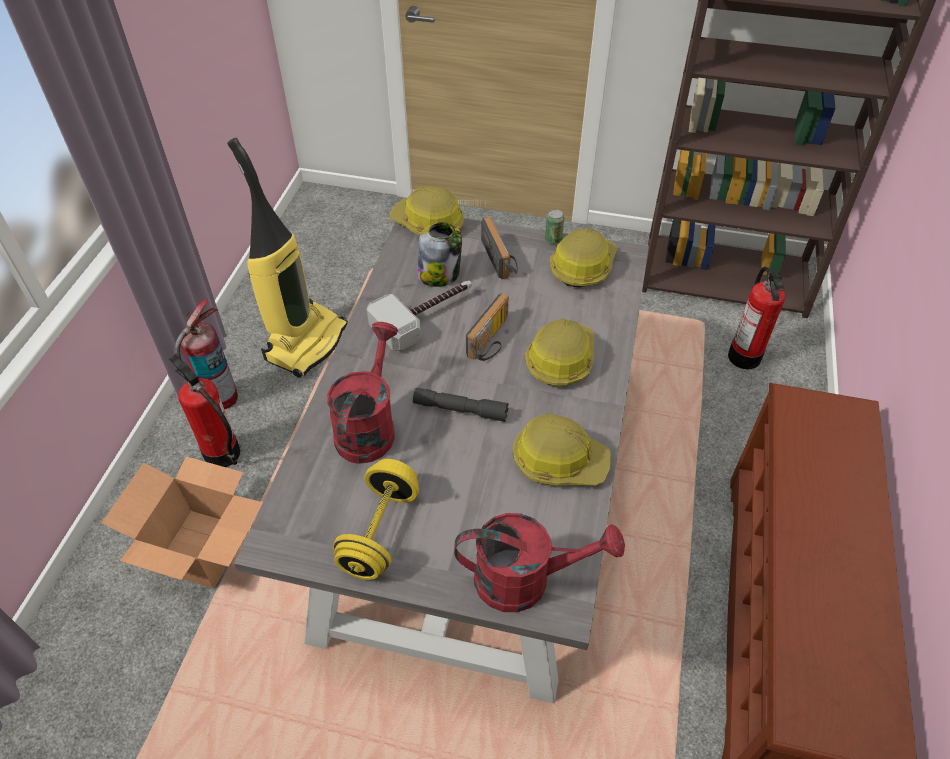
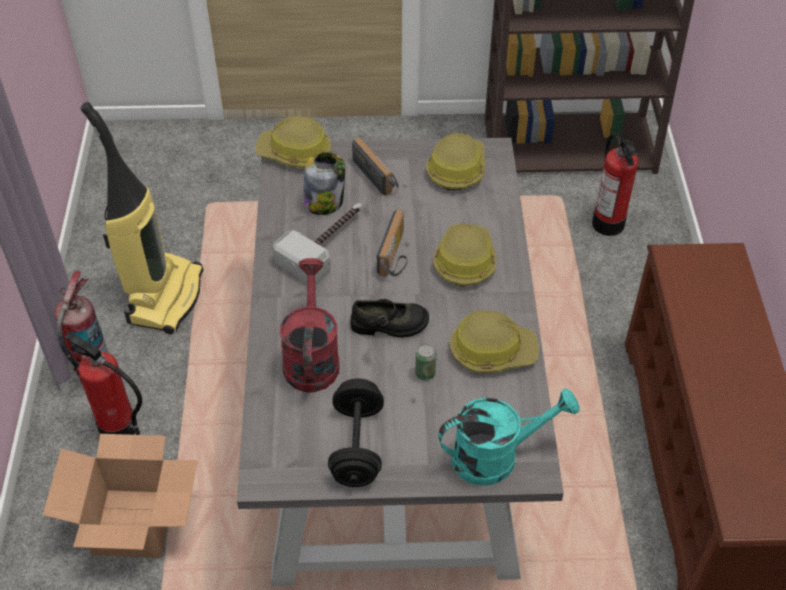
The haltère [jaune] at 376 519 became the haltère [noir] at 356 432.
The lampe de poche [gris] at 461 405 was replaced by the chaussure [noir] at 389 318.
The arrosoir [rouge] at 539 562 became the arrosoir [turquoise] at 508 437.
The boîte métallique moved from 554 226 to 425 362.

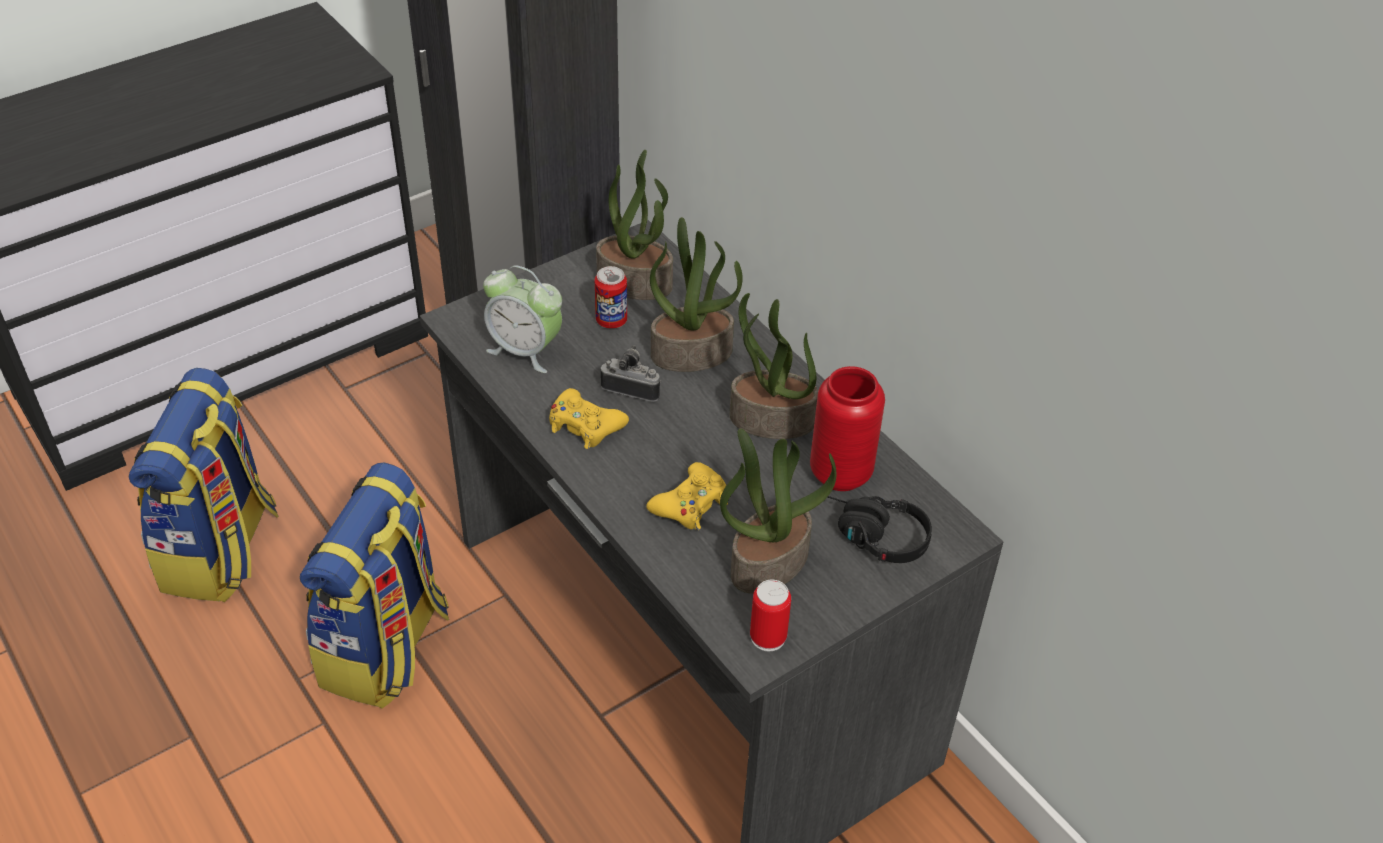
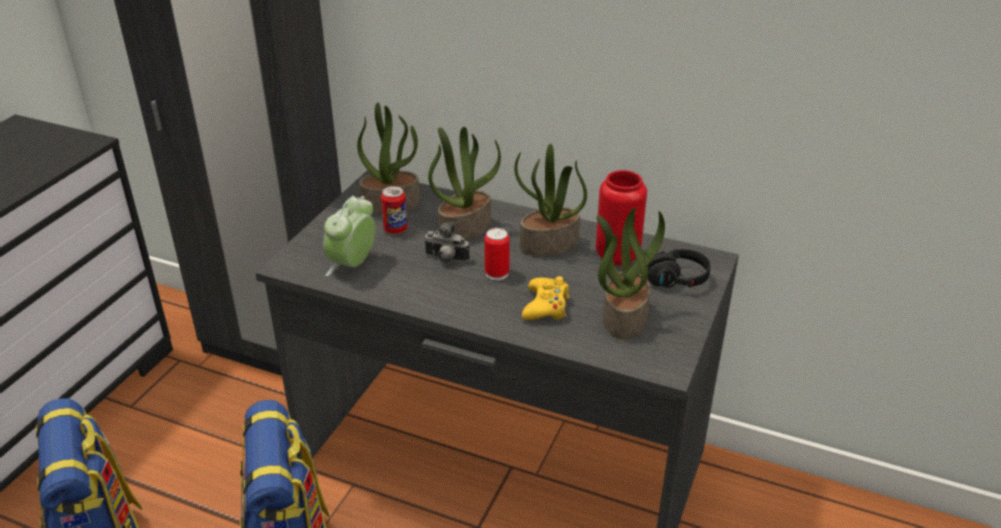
The réveil at 522 319 turned 120 degrees clockwise.
The manette [jaune] at 589 418 disappeared.
The appareil photo at 631 373 turned 150 degrees counterclockwise.
The boîte métallique moved from 770 615 to 497 254.

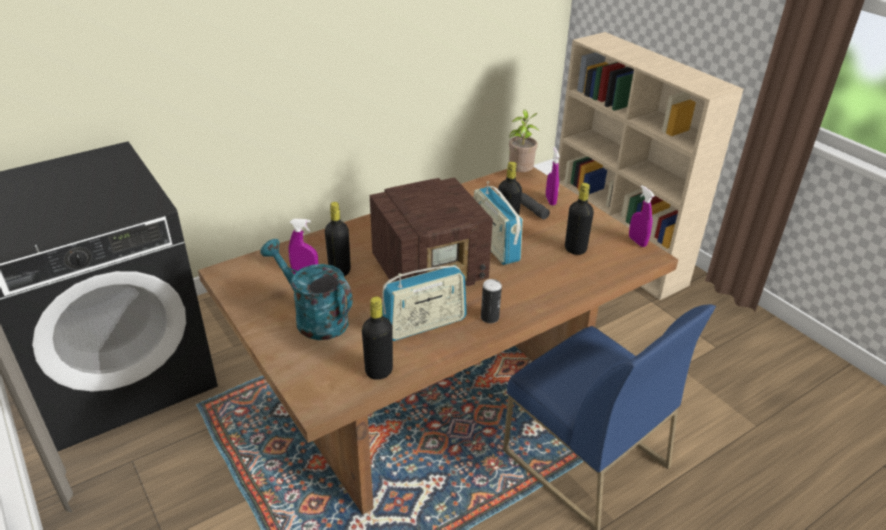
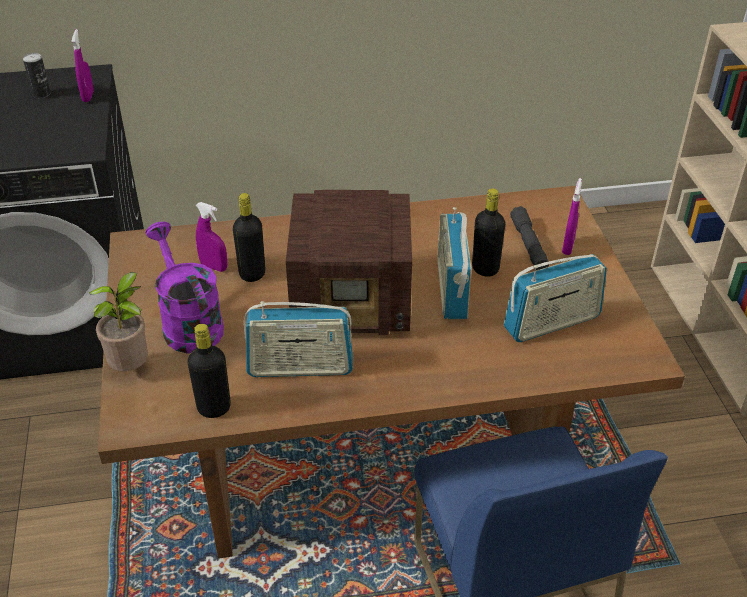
The arrosoir [turquoise] at 306 289 became the arrosoir [violet] at 184 287.
The boîte métallique moved from 491 301 to 37 75.
The plante en pot moved from 524 140 to 118 321.
The bouteille [noir] at 579 219 was replaced by the radio at 555 298.
The vaporisateur [violet] moved from 642 216 to 82 65.

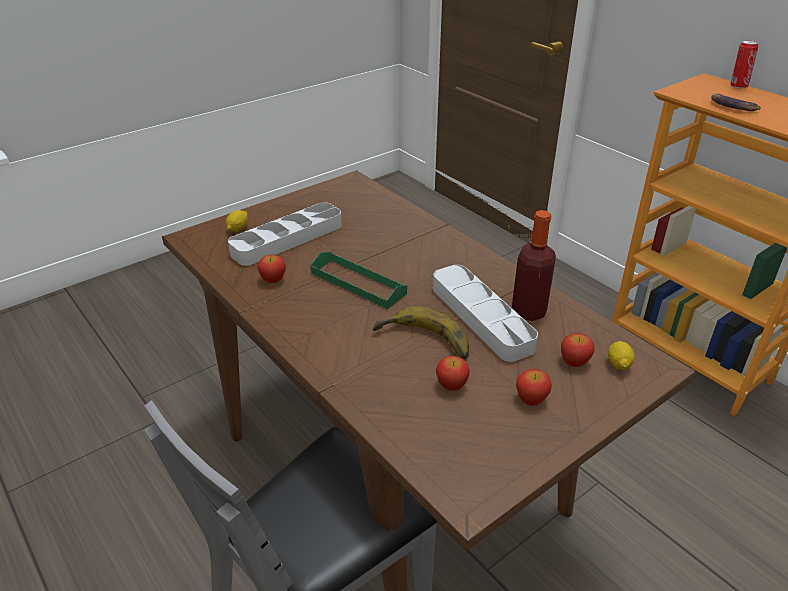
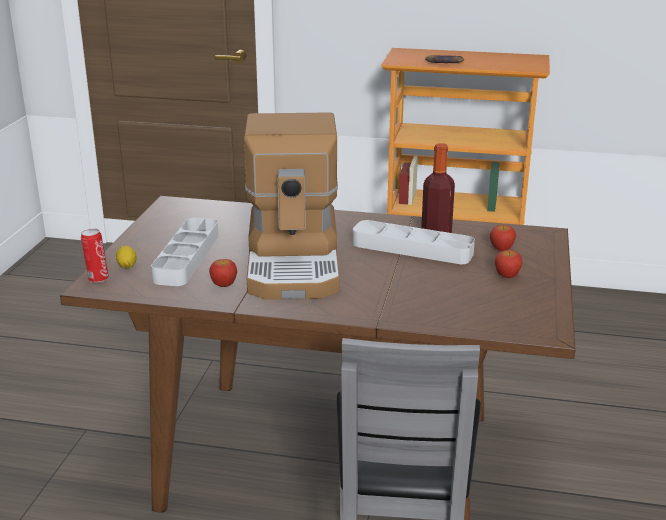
The plateau [vert] at 359 280 was replaced by the machine à café at 292 206.
The banane at 420 332 disappeared.
The pomme at 453 373 disappeared.
The citron at 621 355 disappeared.
The boîte métallique moved from 744 64 to 95 256.

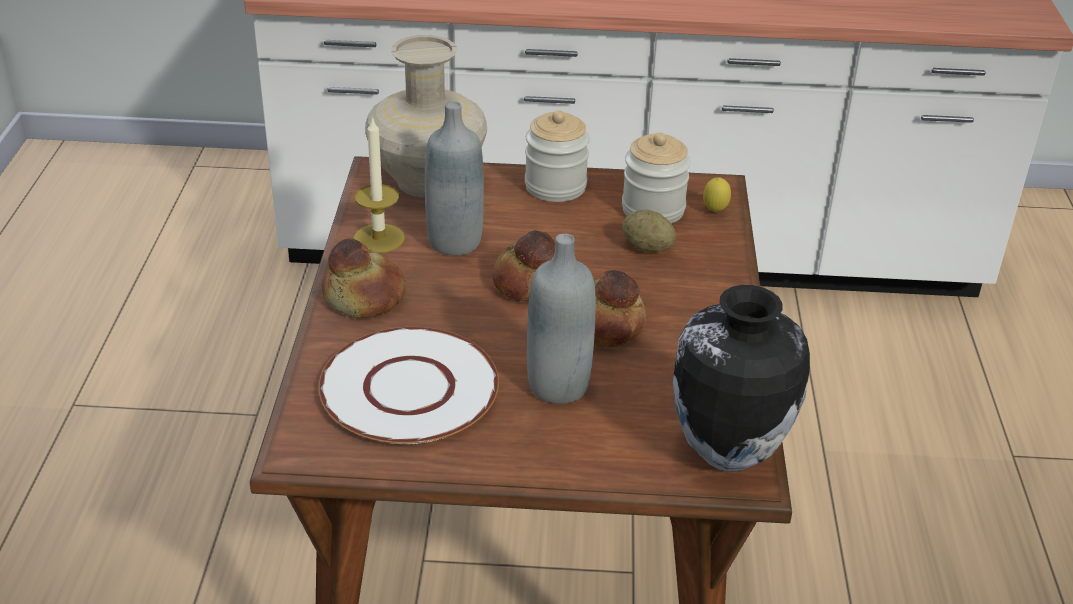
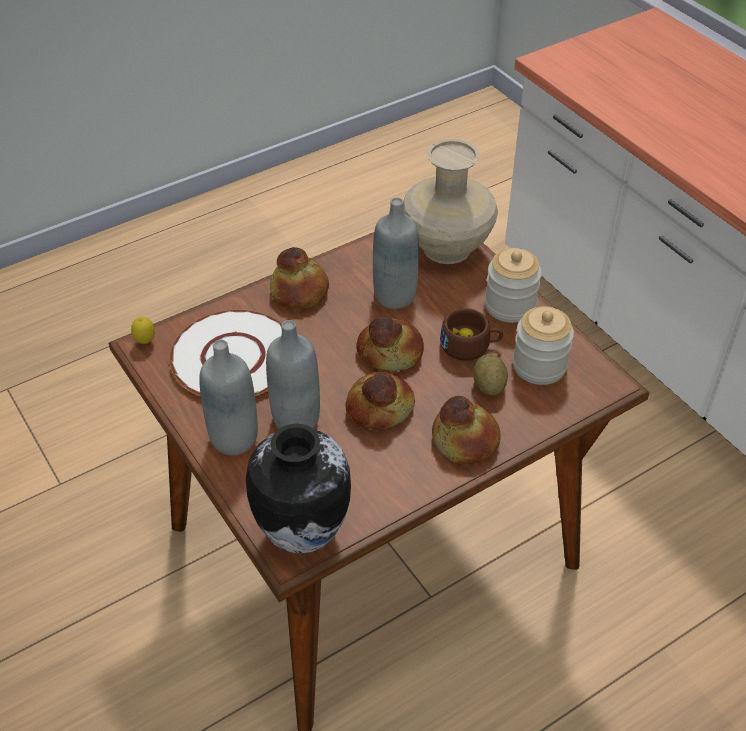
The bougie at 379 184 disappeared.
The citron moved from 717 194 to 143 330.
The bouteille [gris] at 228 397 appeared.
The pain at 466 430 appeared.
The tasse [marron] at 471 334 appeared.

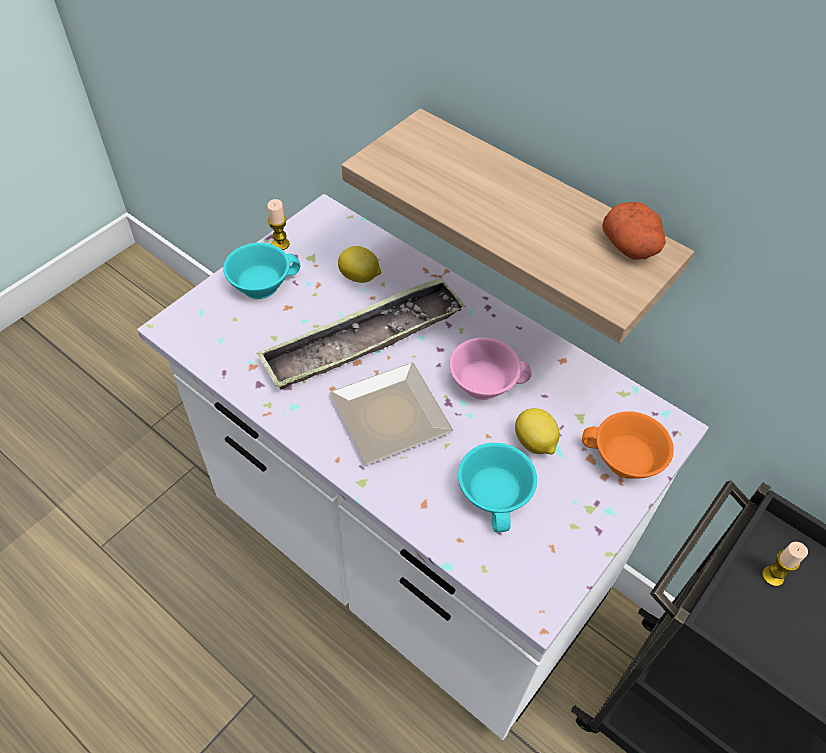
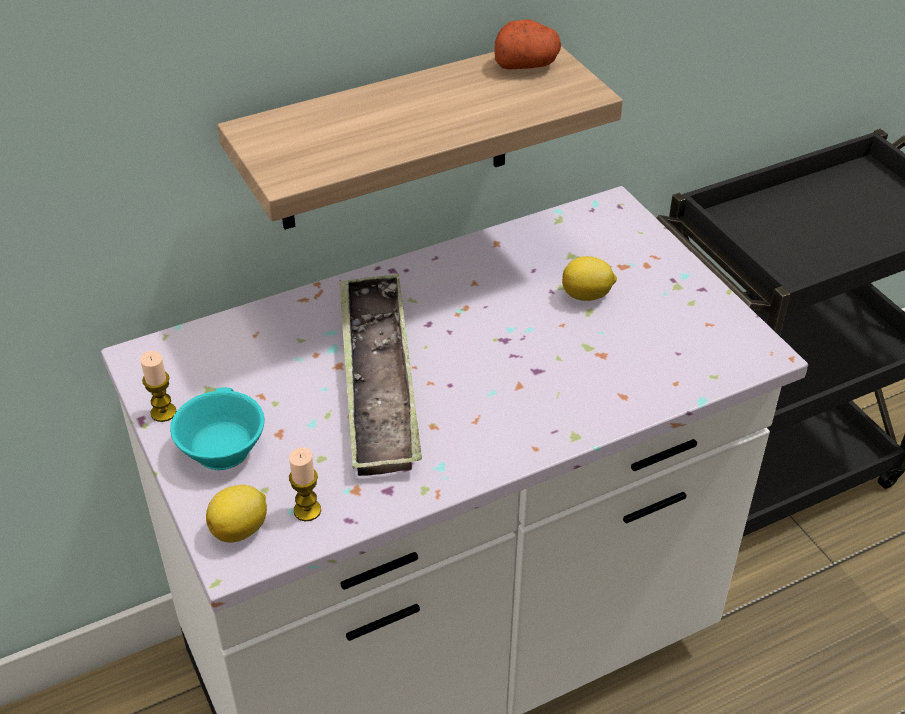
The assiette at 391 413 disappeared.
The citron moved from 359 264 to 236 514.
The tasse [rose] at 490 368 disappeared.
The tasse [turquoise] at 497 488 disappeared.
The tasse [orange] at 628 445 disappeared.
The bougie moved from 785 564 to 305 484.

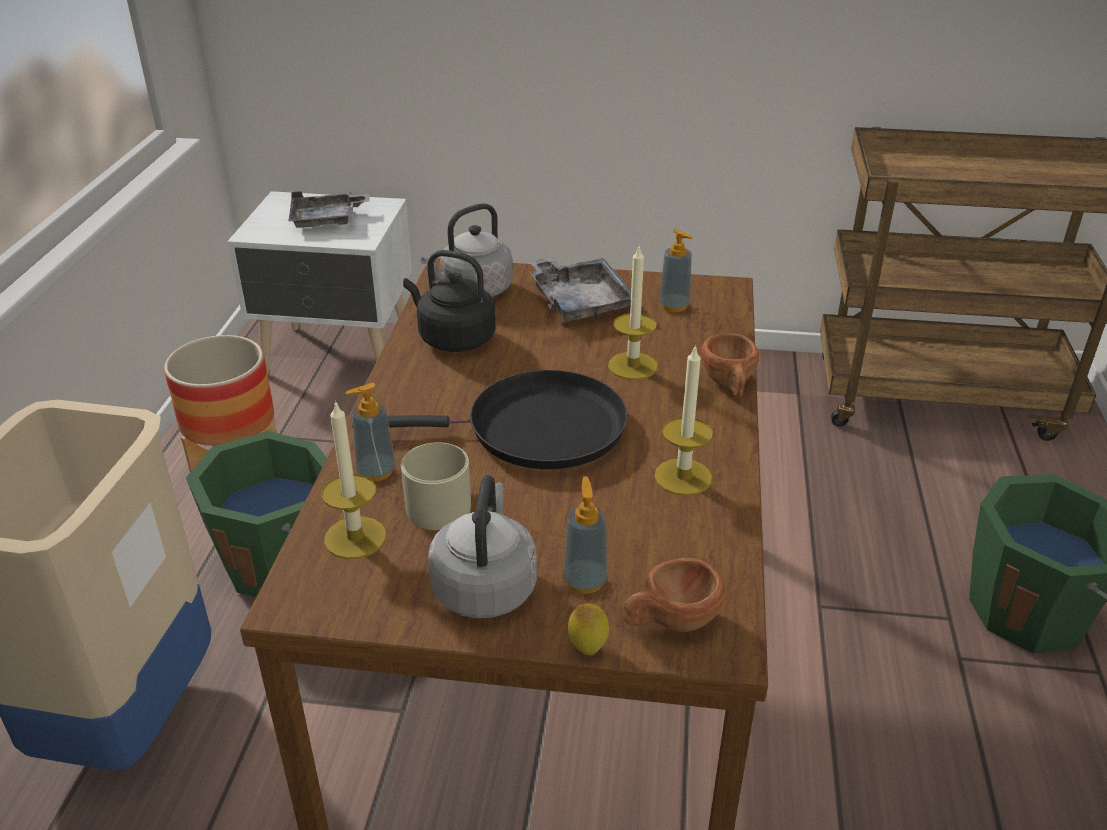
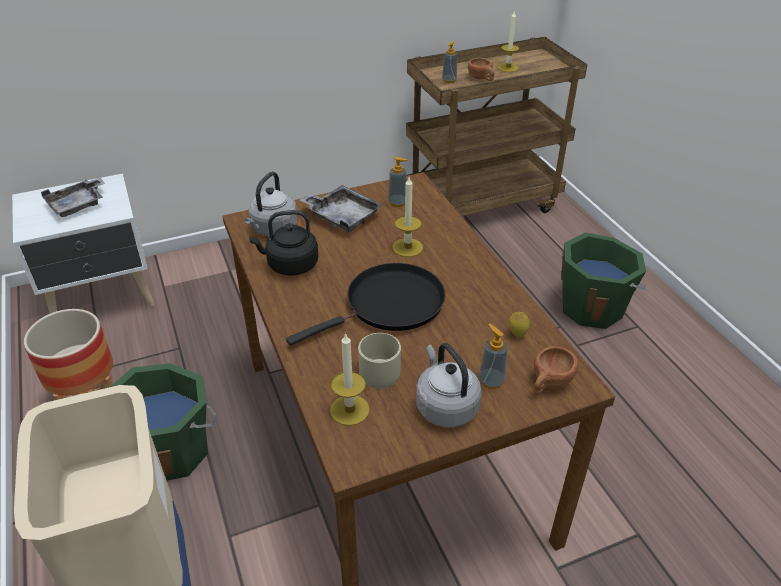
The distributeur de savon moved from 370 432 to 449 62.
The citron moved from 588 629 to 519 324.
The bougie moved from 683 420 to 508 41.
The tasse [marron] moved from 730 365 to 481 69.

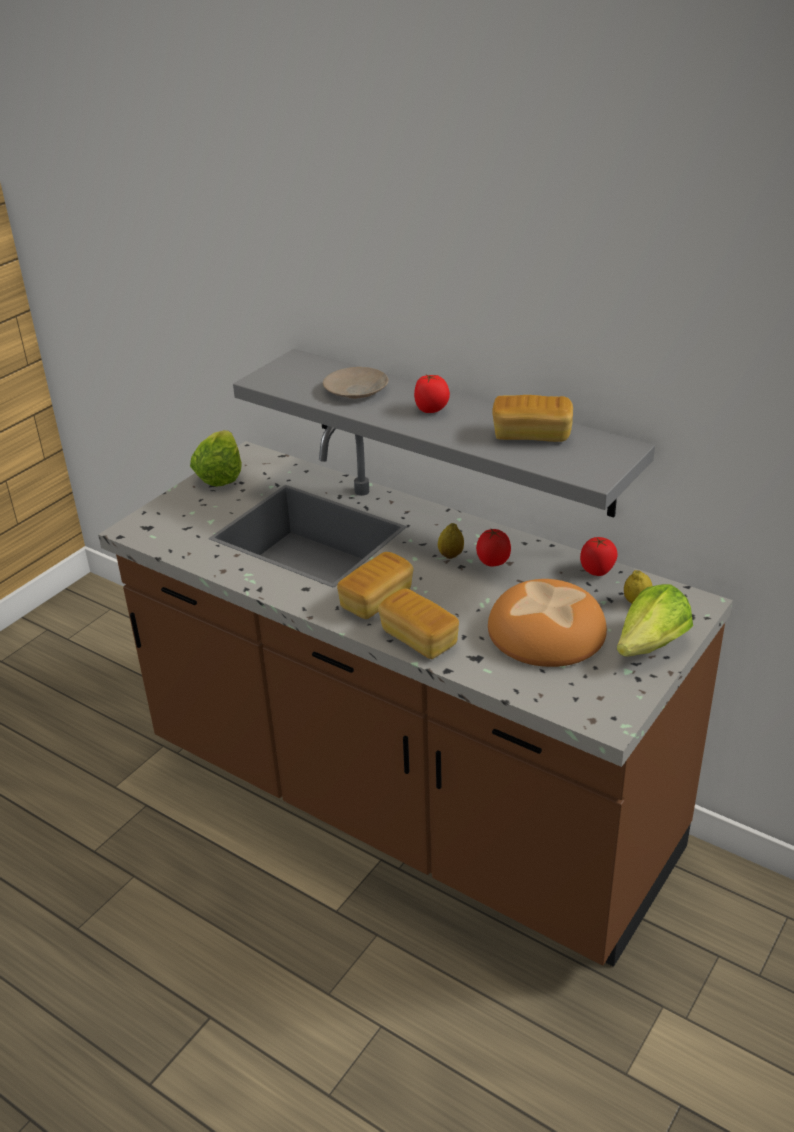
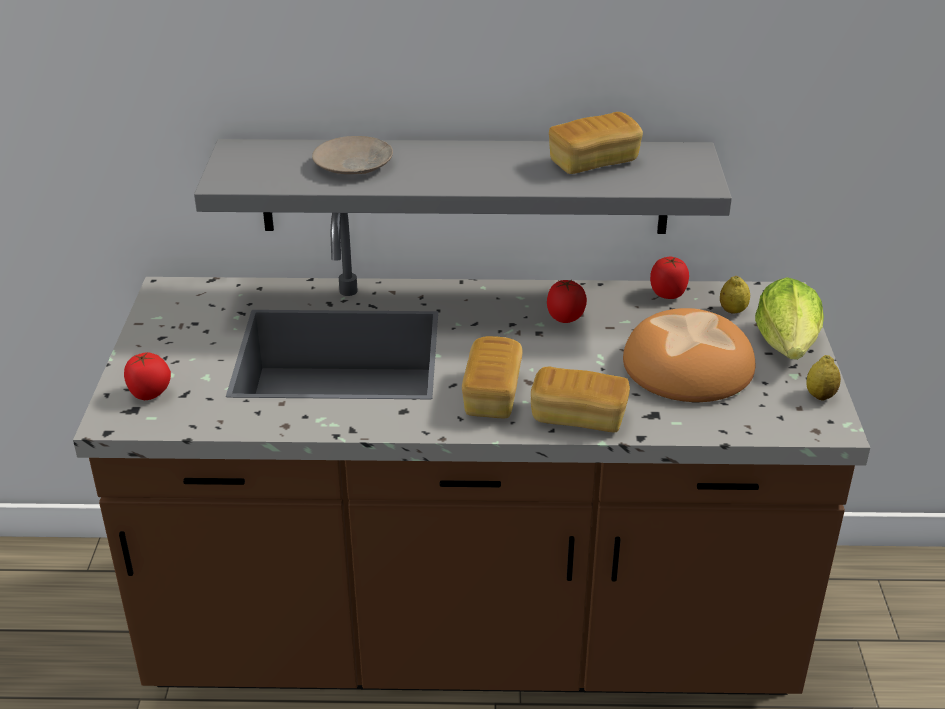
The laitue at 216 458 disappeared.
The tomate moved from 432 394 to 147 376.
The citron moved from 451 541 to 824 378.

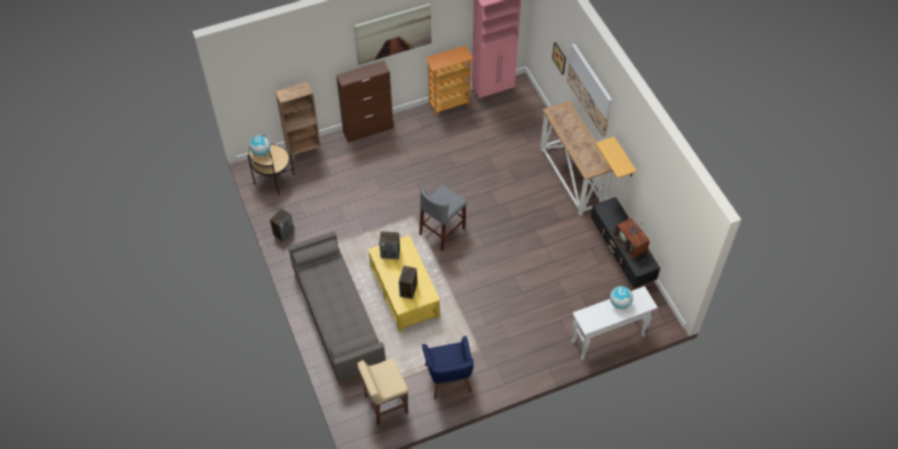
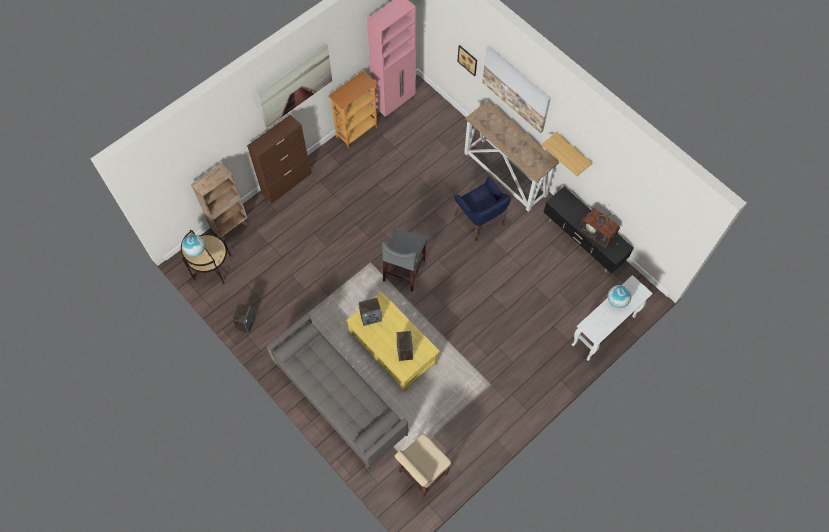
The fauteuil [bleu] moved from 448 367 to 482 209.

